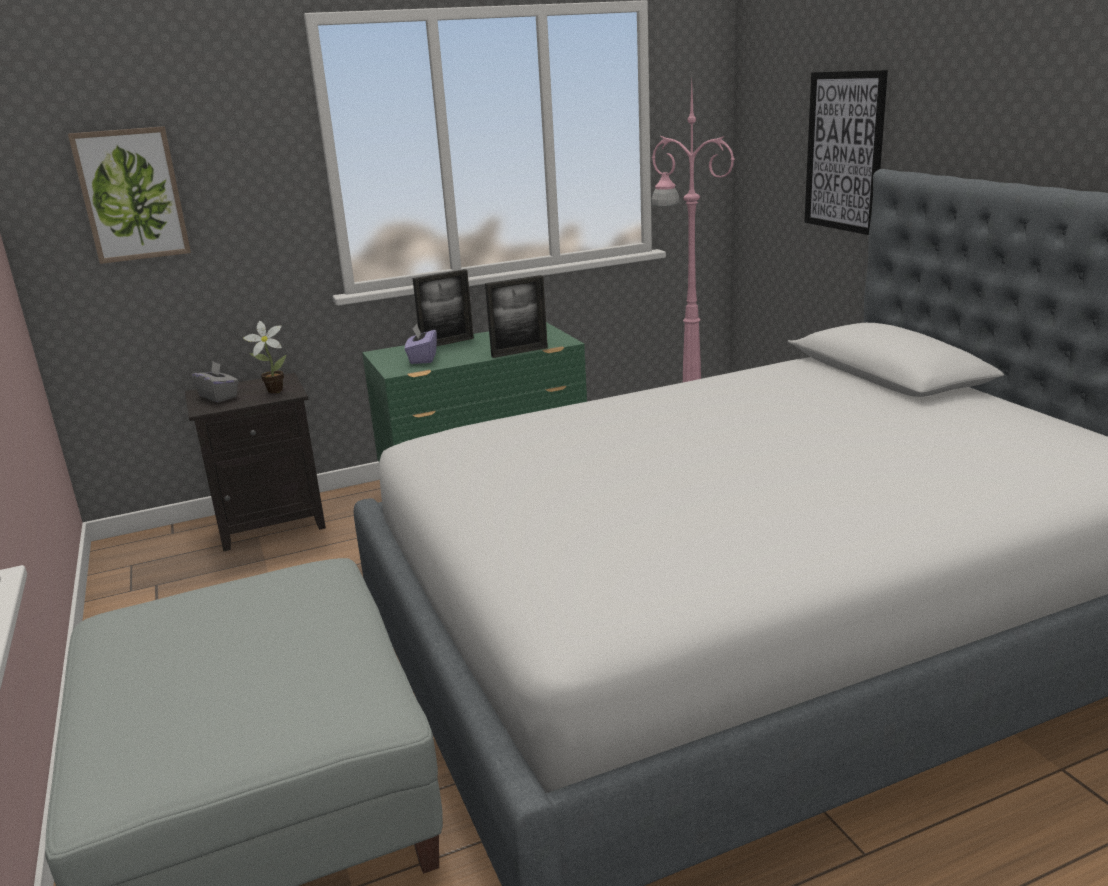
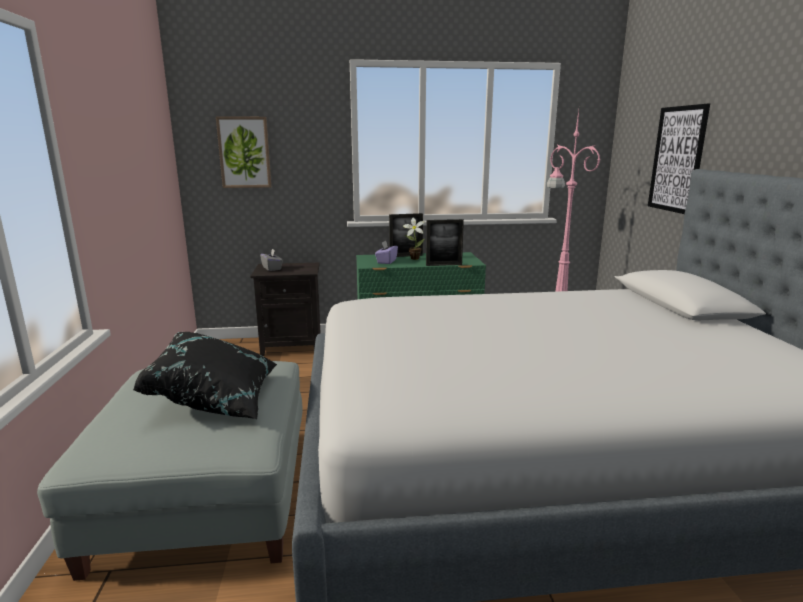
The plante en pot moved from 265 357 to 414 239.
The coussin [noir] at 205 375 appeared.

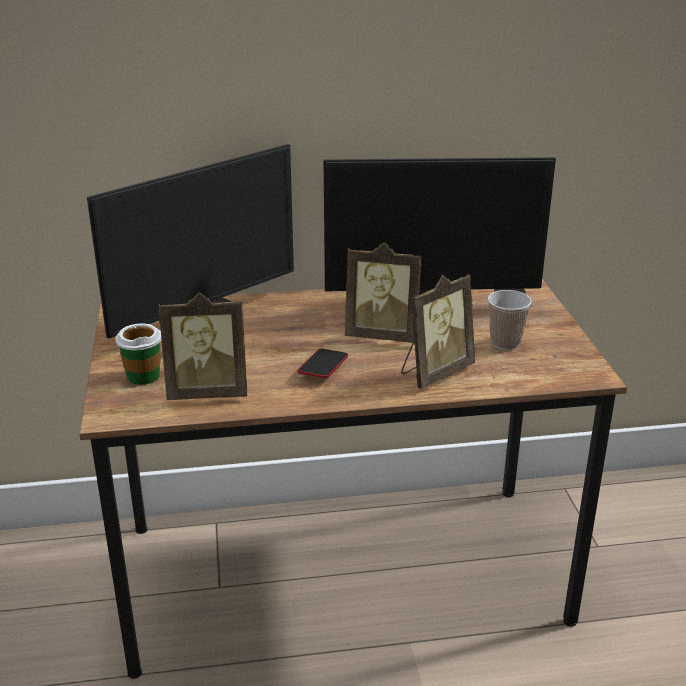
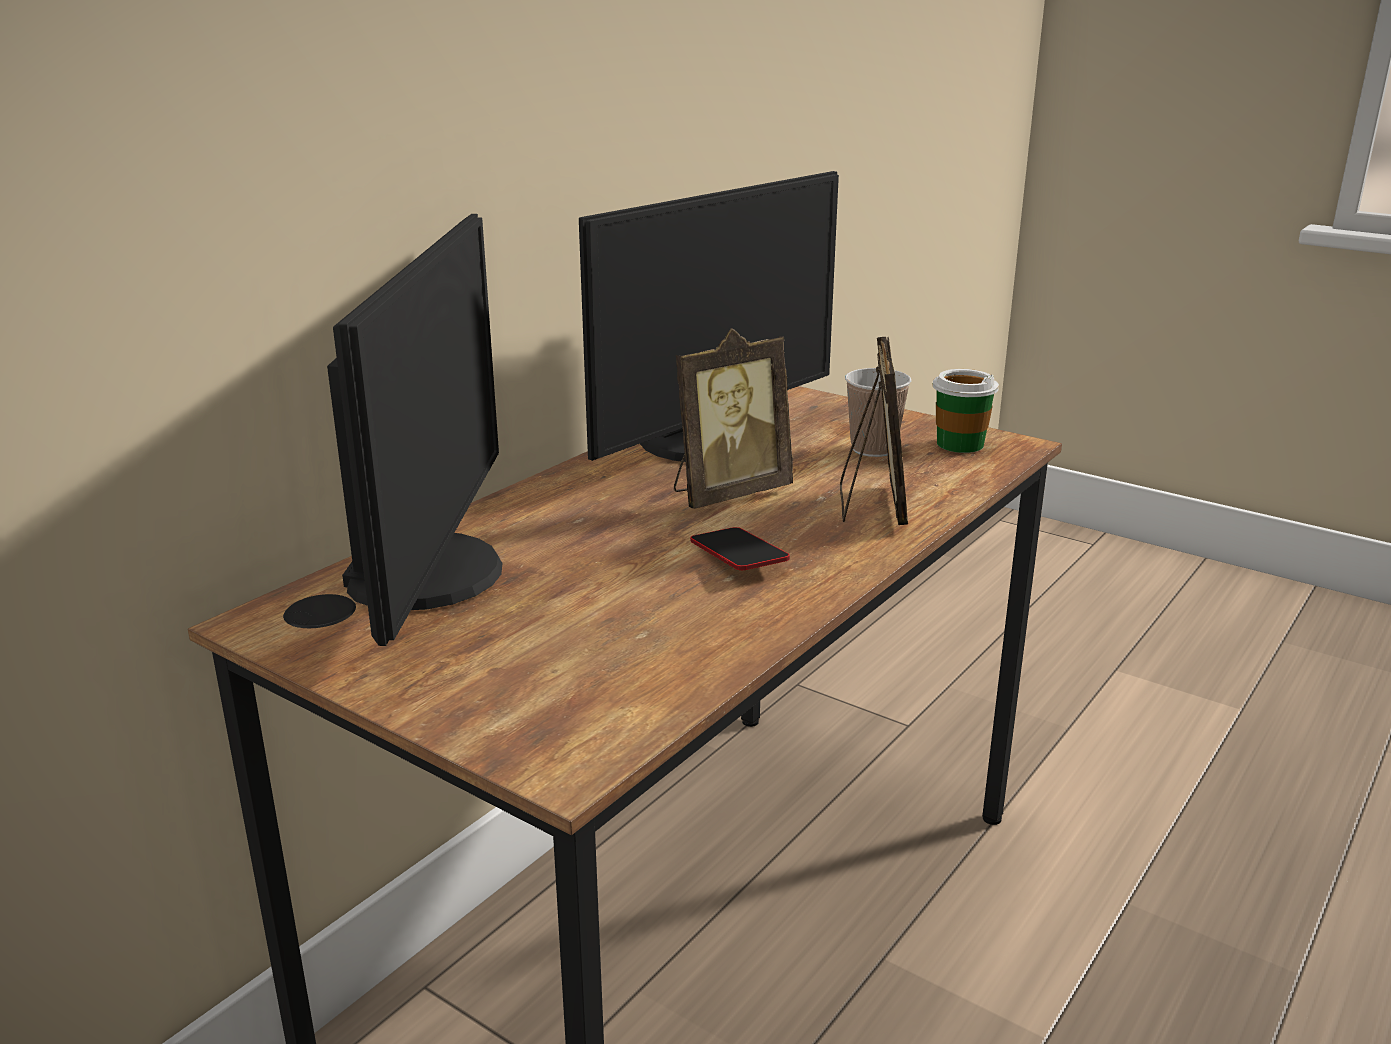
The tasse moved from 138 354 to 965 411.
The cadre photo at 203 346 disappeared.

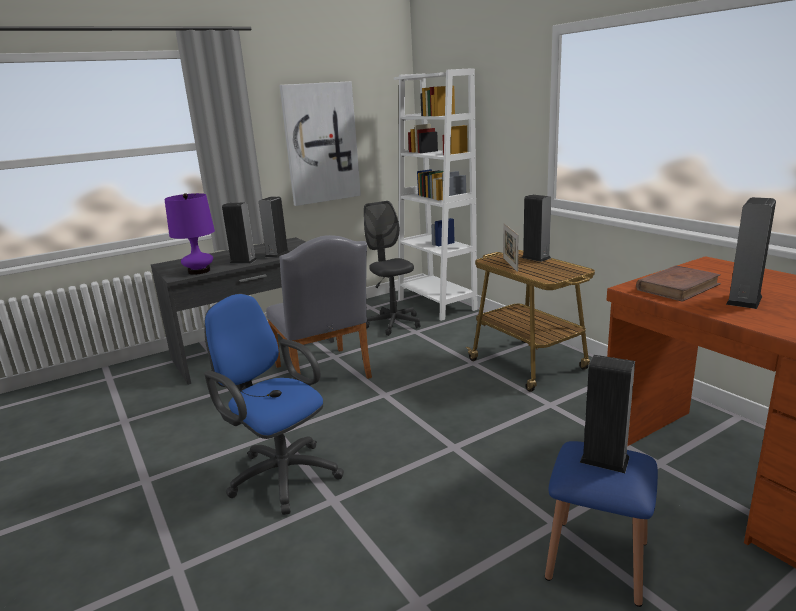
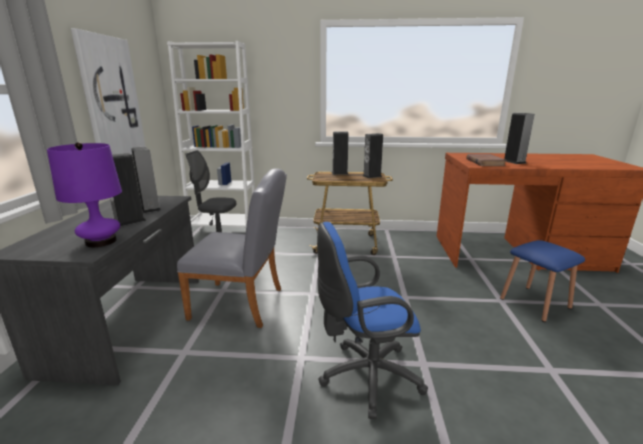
The cadre photo at 511 248 disappeared.
The enceinte moved from 607 414 to 373 155.

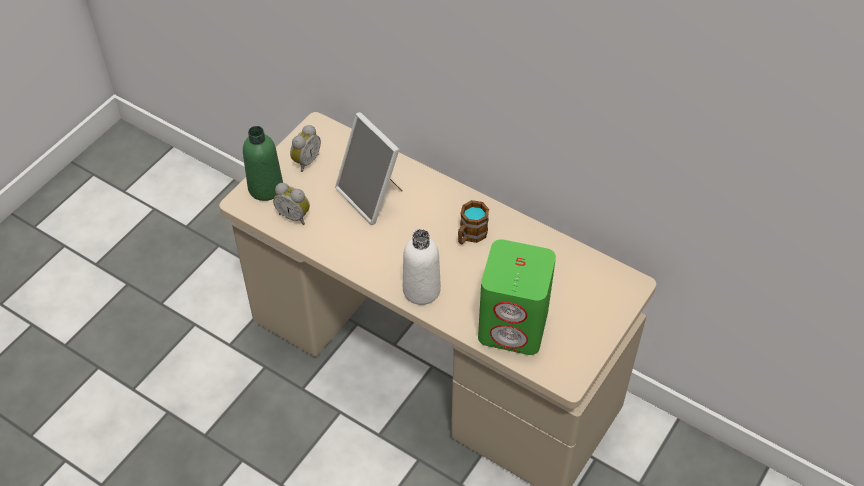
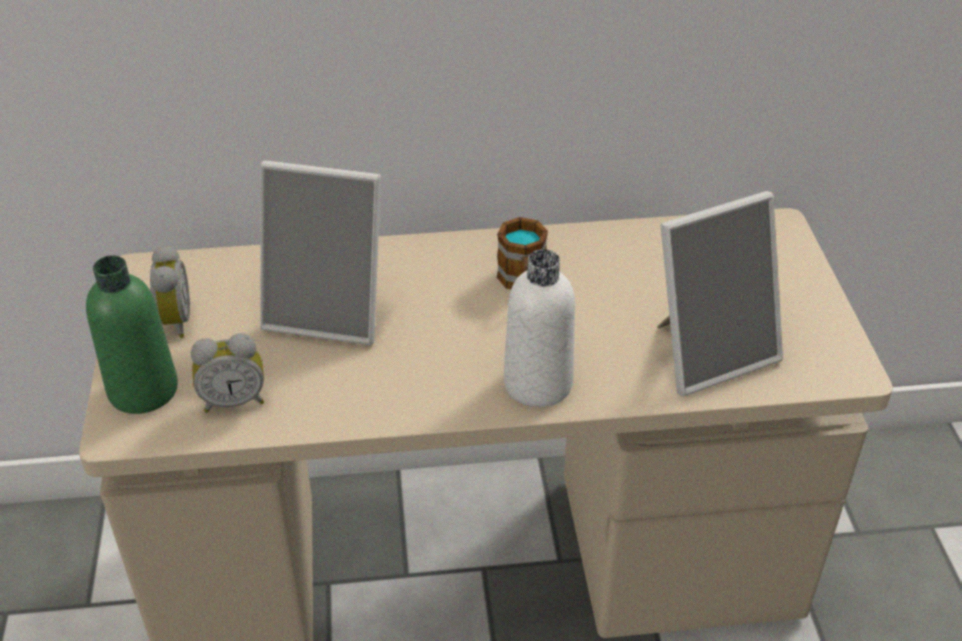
The enceinte [vert] at 517 297 was replaced by the cadre photo at 720 293.

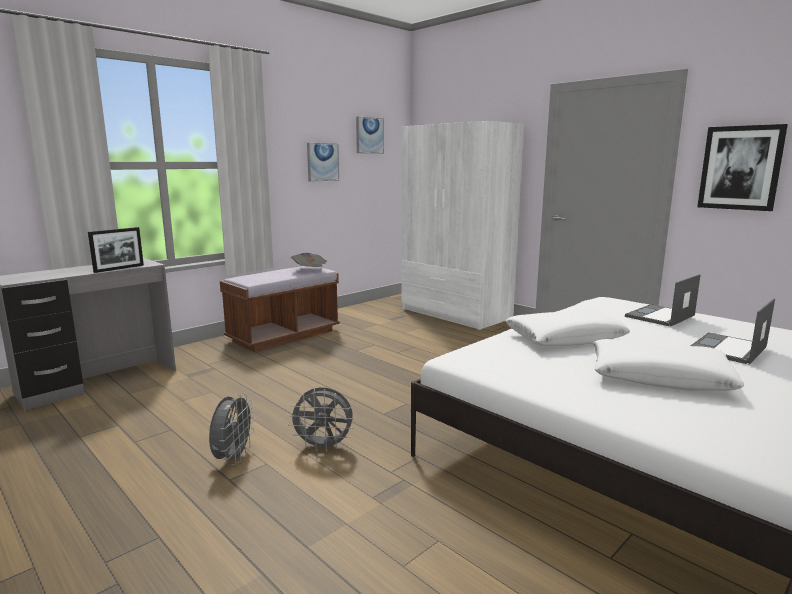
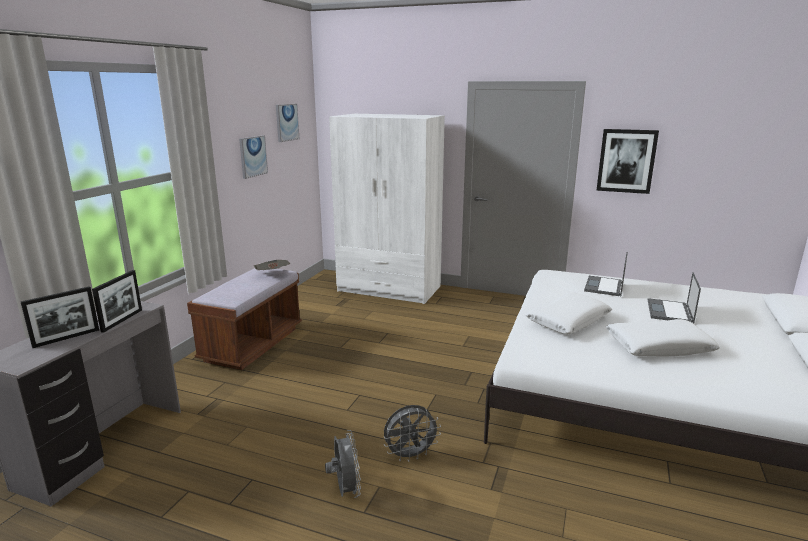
The cadre photo at 60 317 appeared.

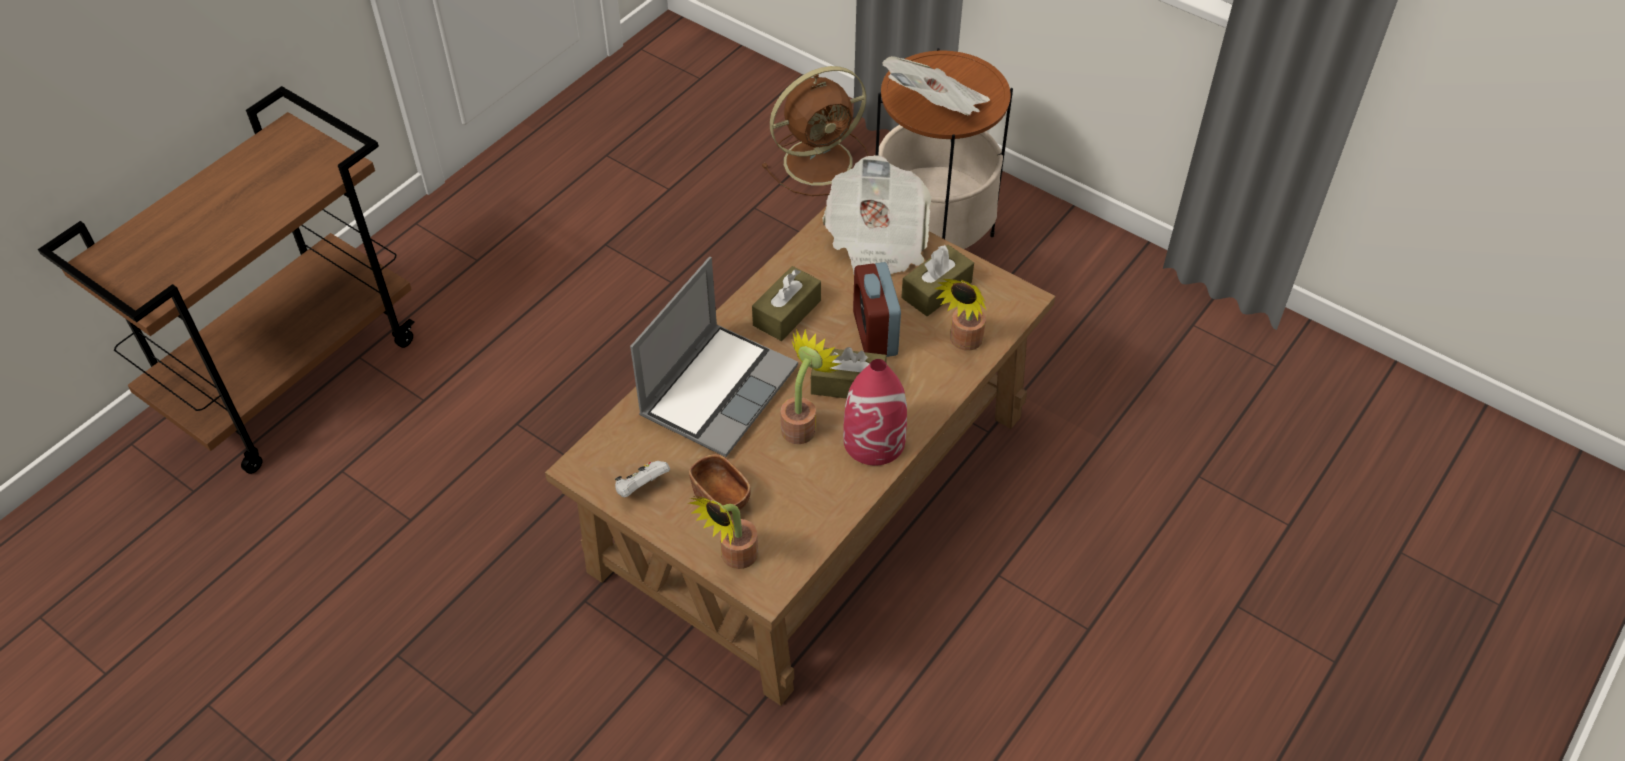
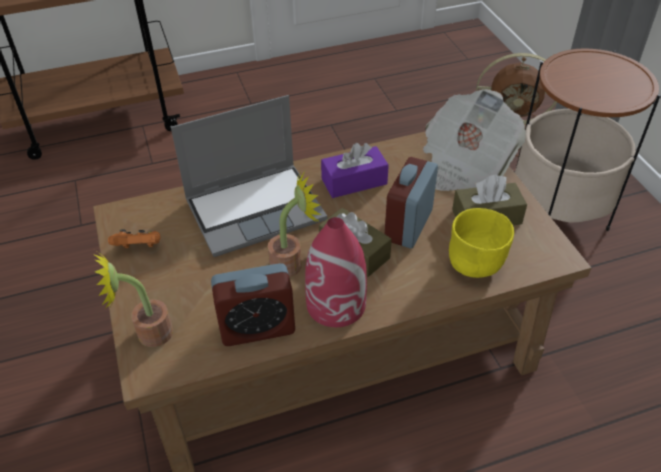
The manette [blanc] at 642 479 became the manette [orange] at 134 239.
The bol [marron] at 720 484 disappeared.
The boîte à mouchoirs [marron] at 786 303 became the boîte à mouchoirs [violet] at 355 170.
The journal at 936 85 disappeared.
The plante en pot at 960 315 was replaced by the bol [jaune] at 481 243.
The réveil at 253 304 appeared.

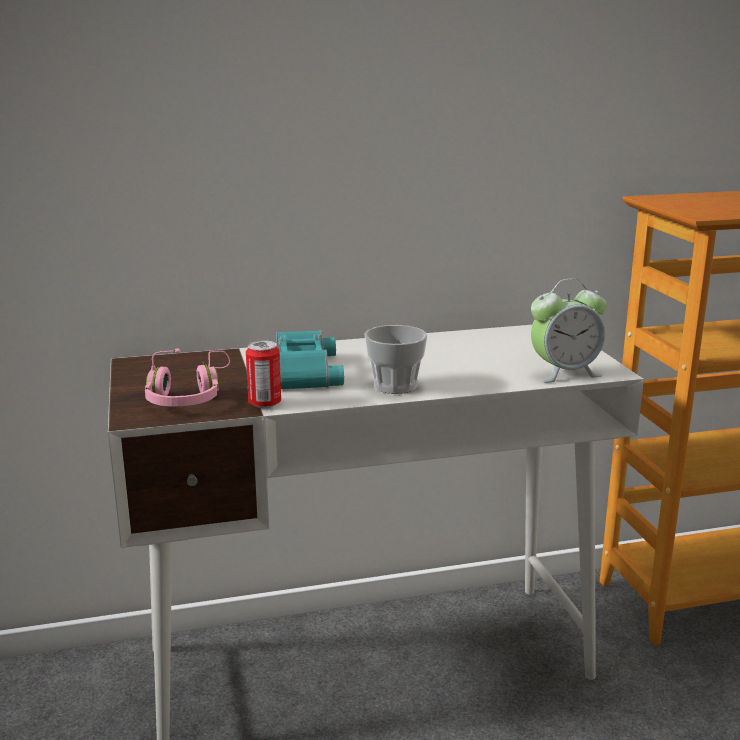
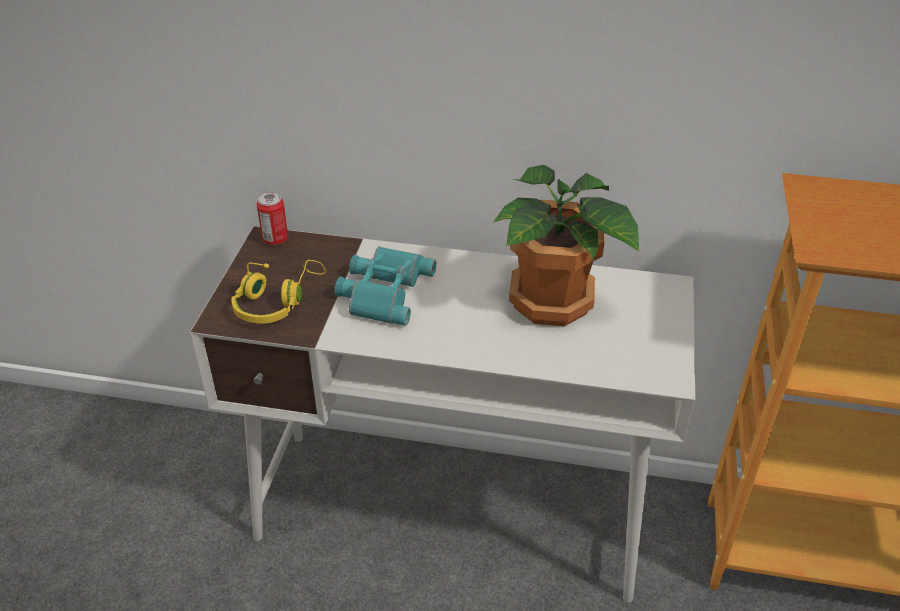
The casque audio [rose] at 187 377 became the casque audio [jaune] at 278 292.
The boîte métallique moved from 263 374 to 272 218.
The tasse at 395 359 disappeared.
The réveil at 569 331 disappeared.
The plante en pot at 566 245 appeared.

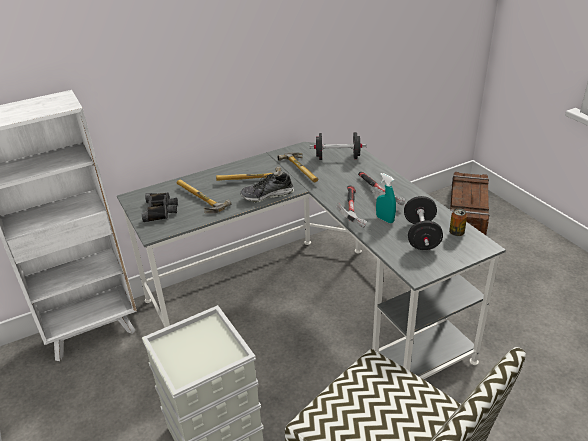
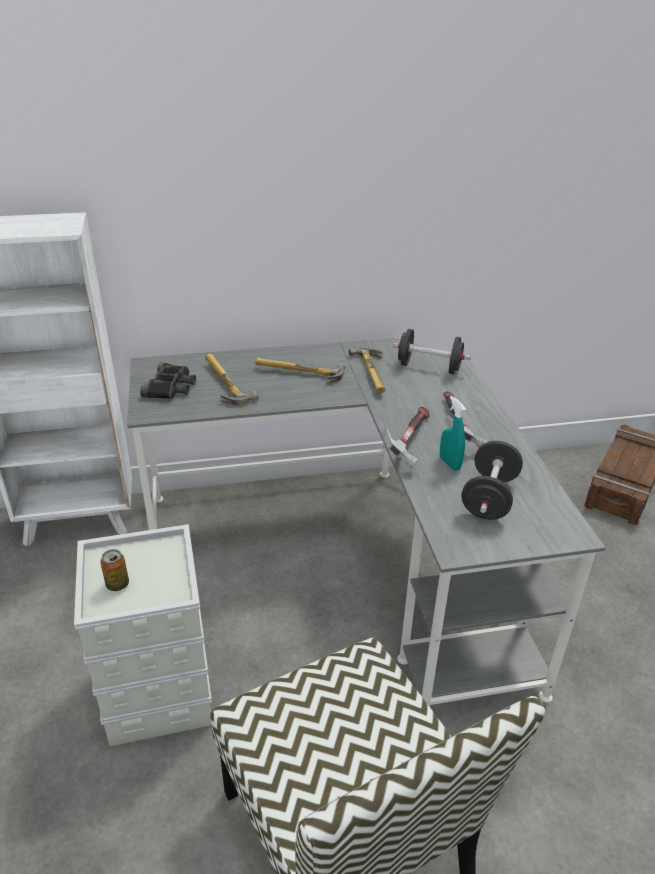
The chaussure at 267 187 disappeared.
The boîte métallique moved from 458 222 to 114 570.

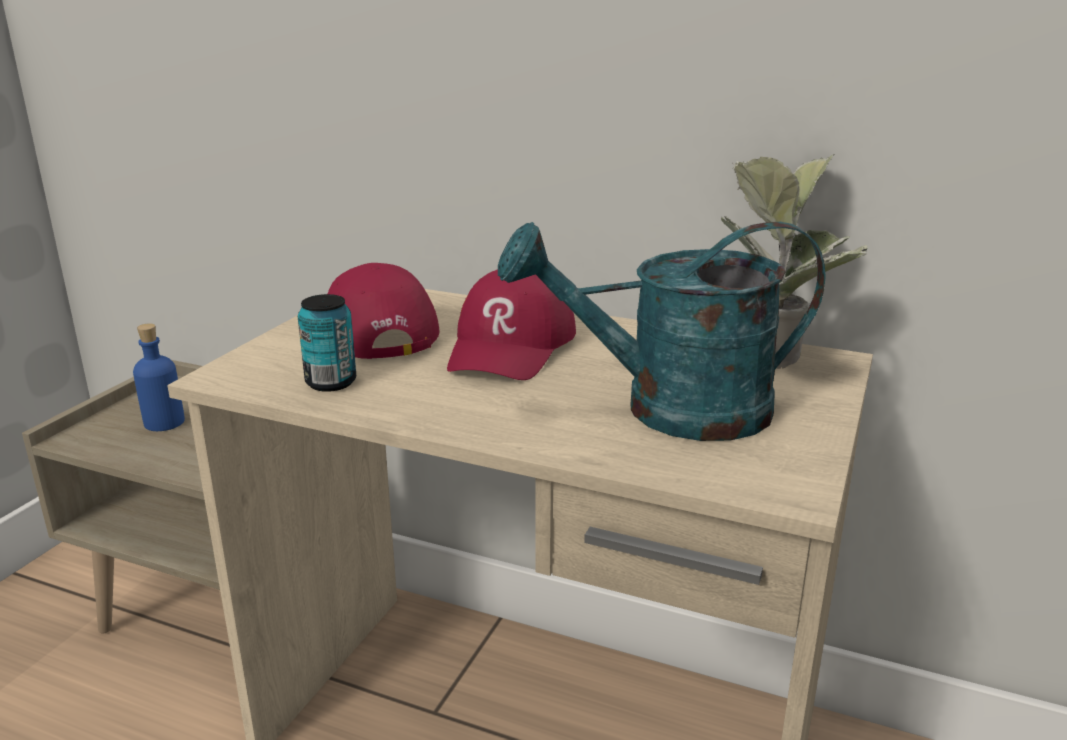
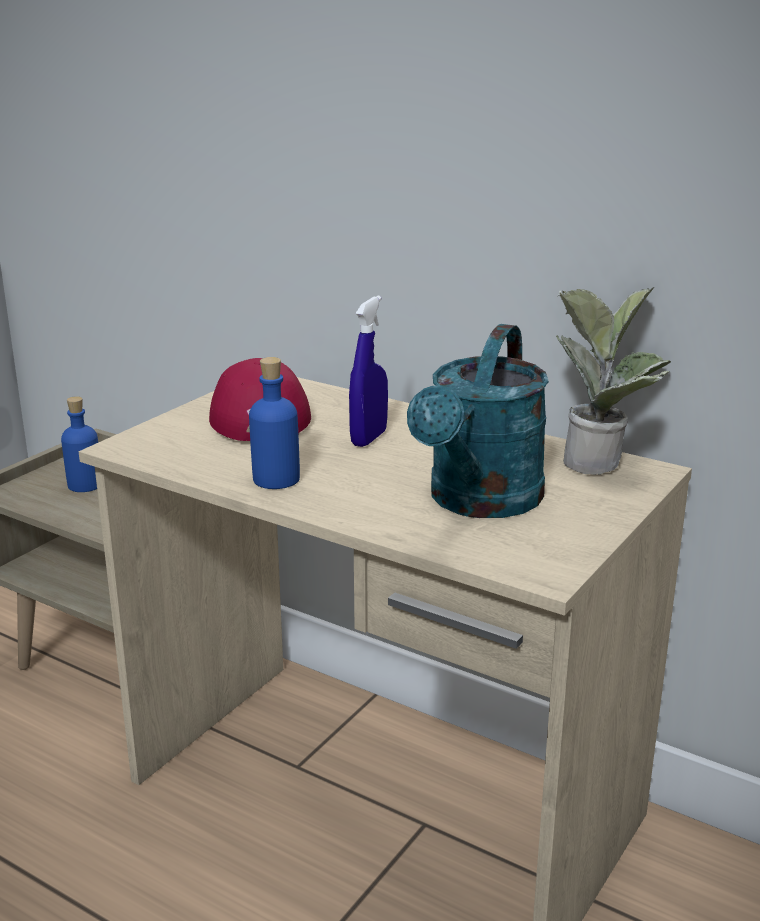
The boîte métallique at 327 343 disappeared.
The casquette [rouge] at 511 324 was replaced by the vaporisateur [bleu] at 368 371.
The arrosoir [turquoise] at 662 331 turned 75 degrees counterclockwise.
The bouteille [bleu] at 274 423 appeared.

